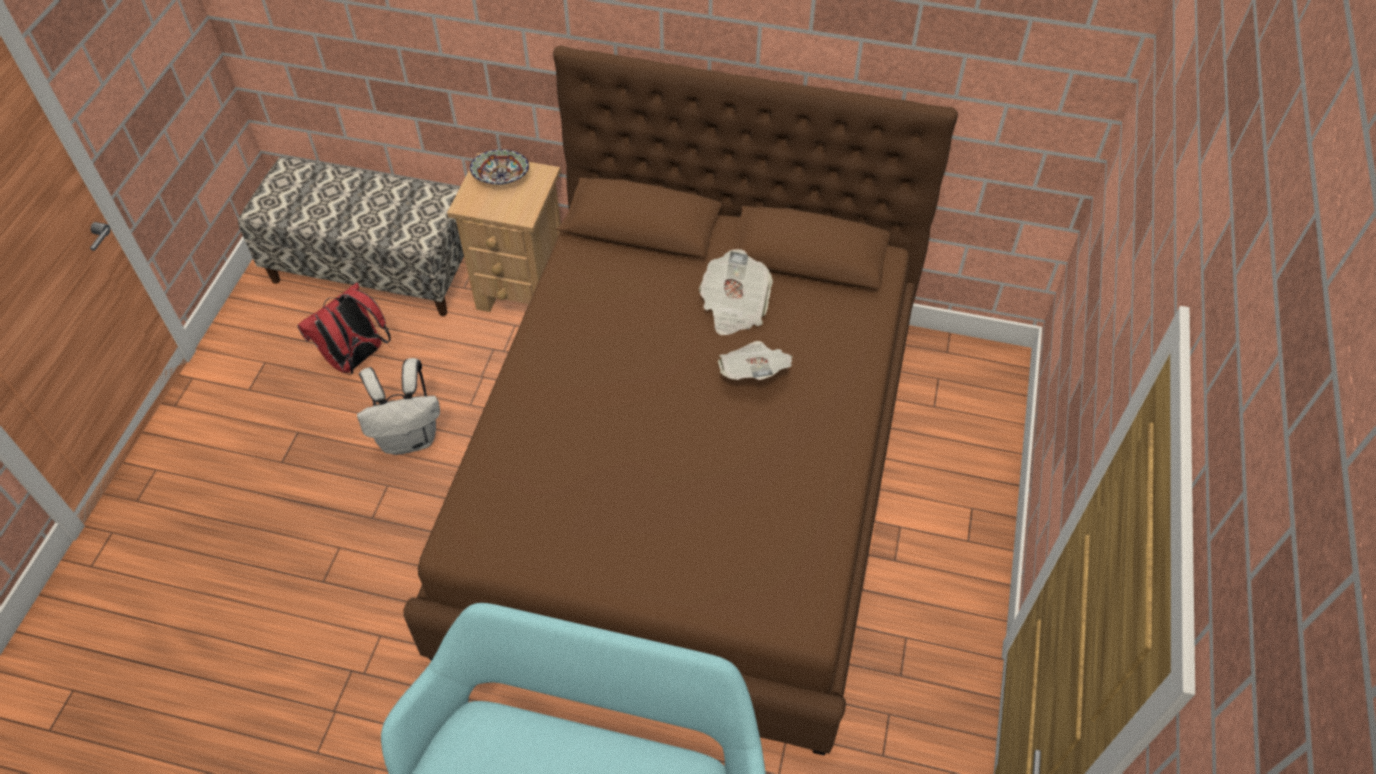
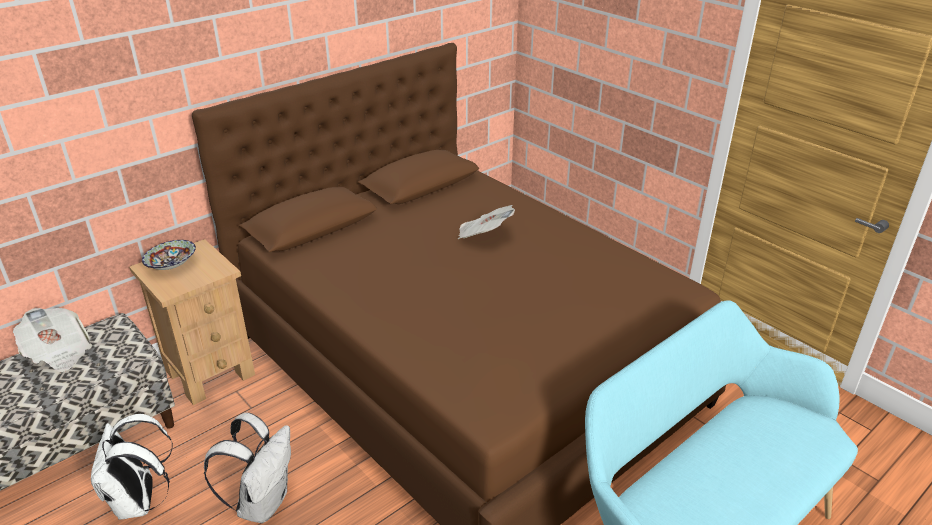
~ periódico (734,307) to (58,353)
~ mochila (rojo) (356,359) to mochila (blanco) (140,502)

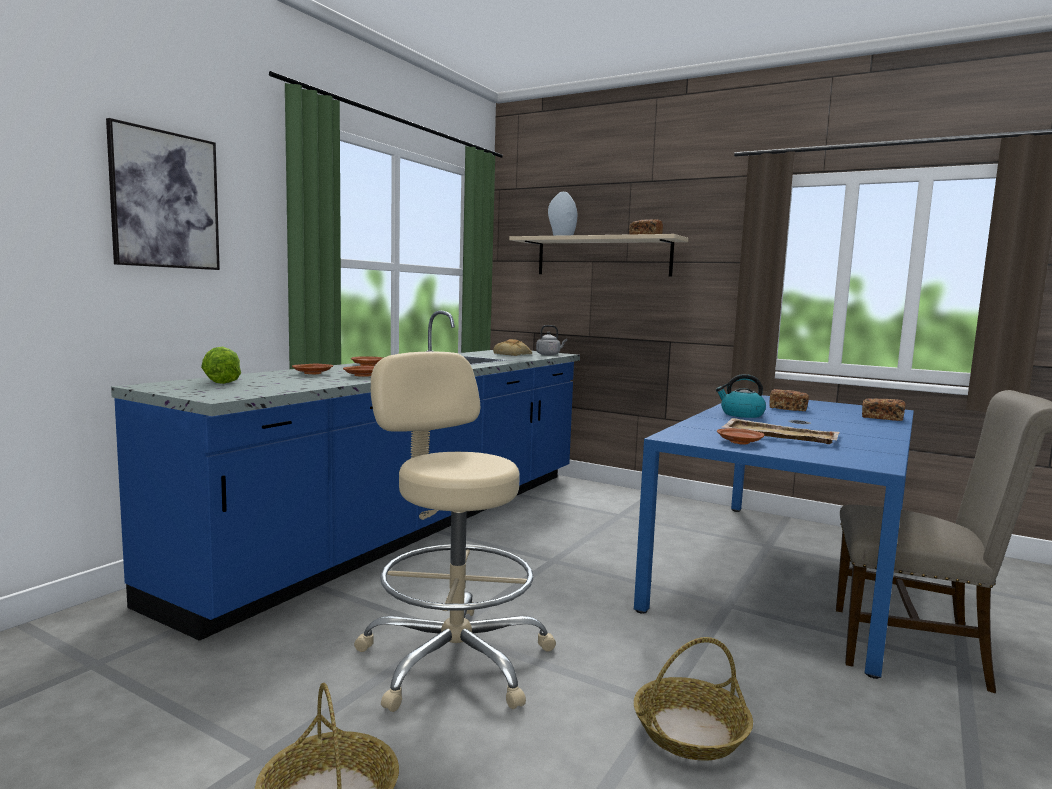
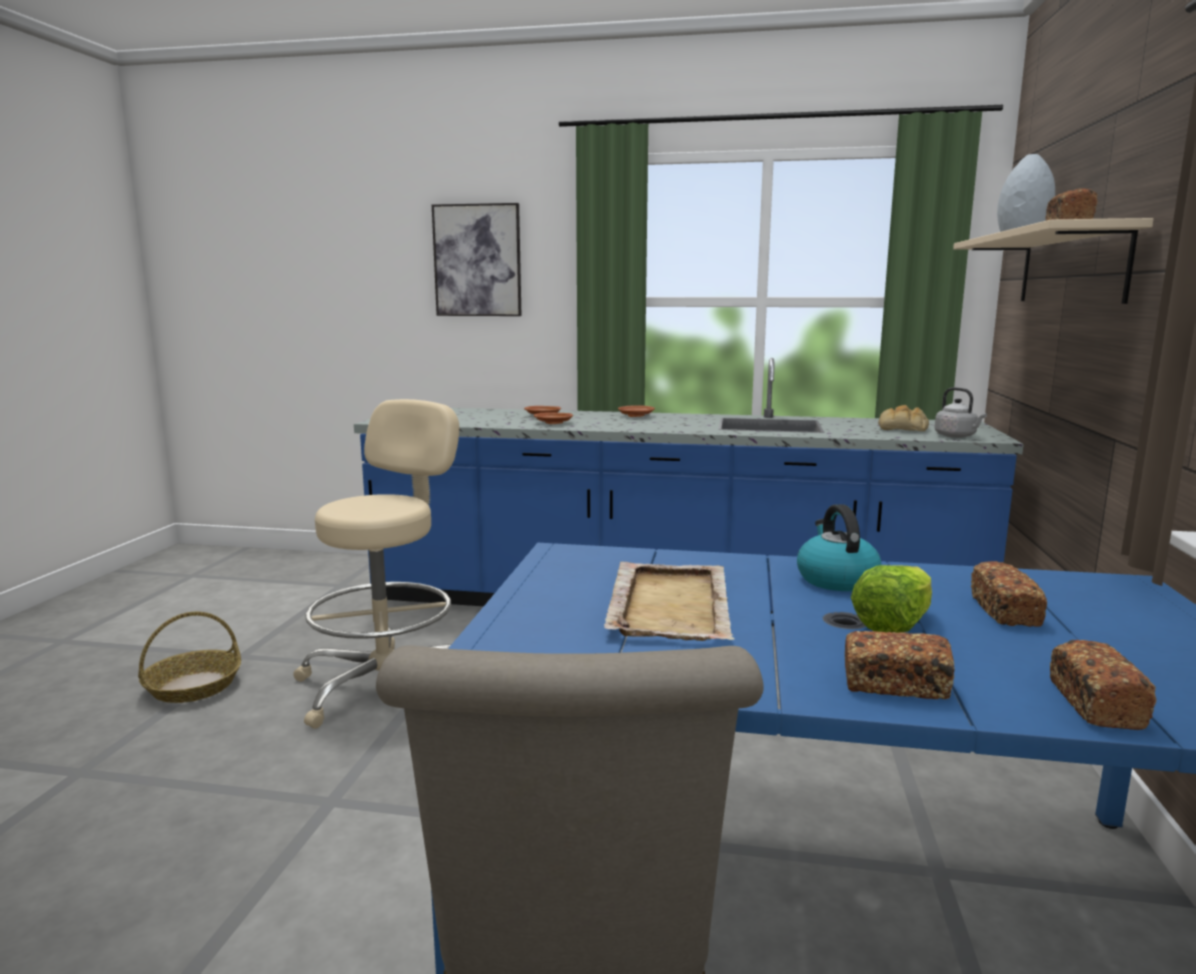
- cesta (690,732)
- plato (marrón) (739,442)
+ pan (894,685)
~ lechuga (222,382) to (893,624)

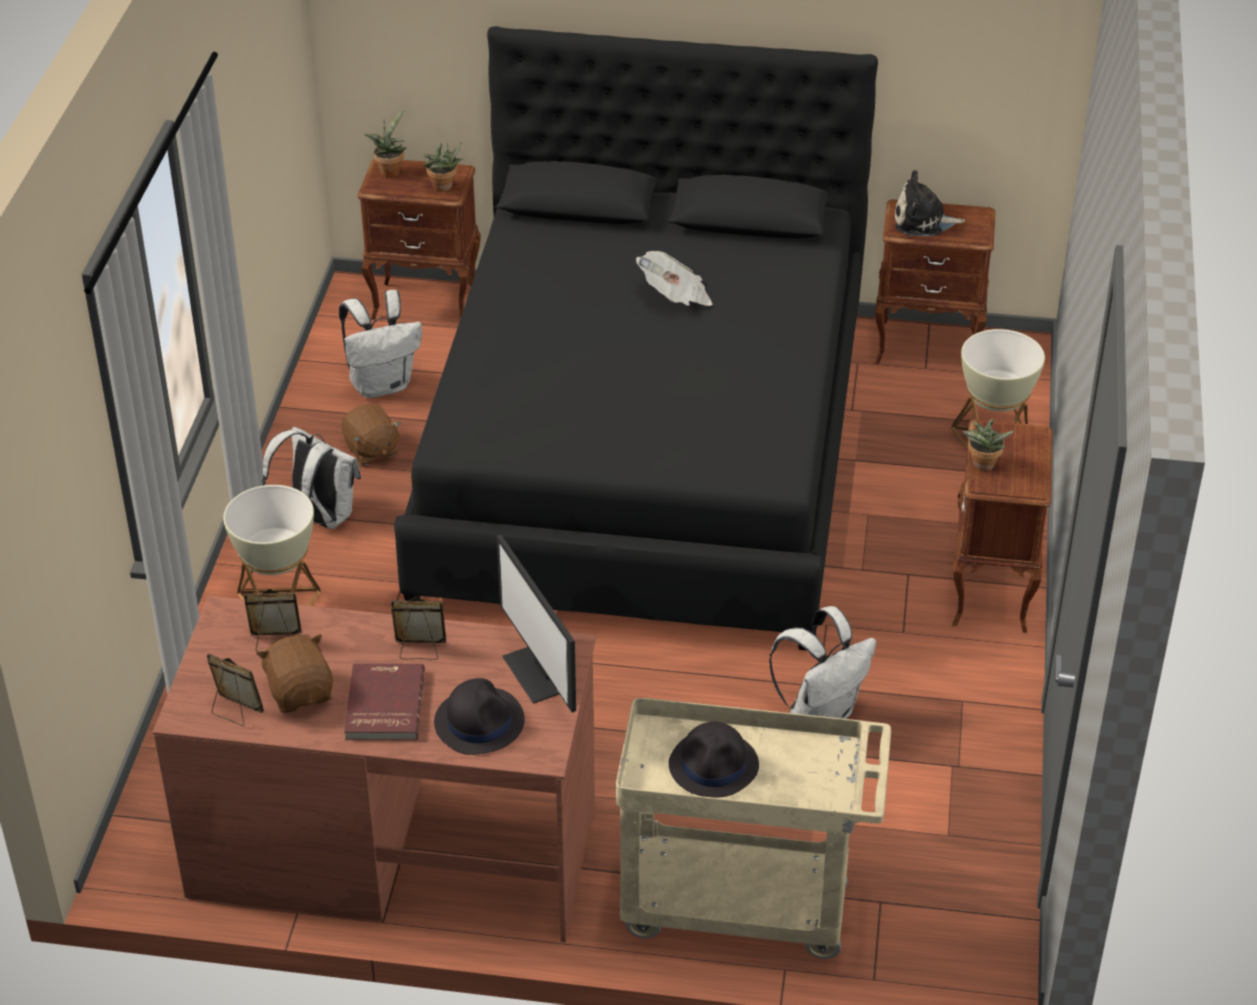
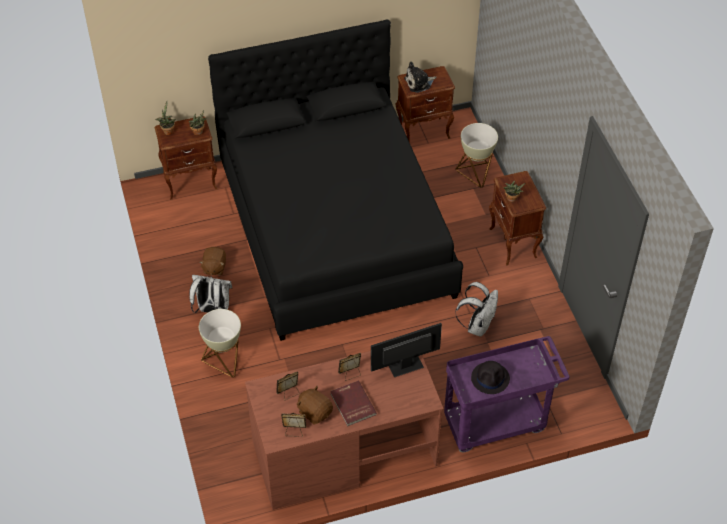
- mochila (blanco) (382,384)
- sombrero (negro) (479,721)
- periódico (675,297)
~ carrito (beis) (746,914) to carrito (morado) (499,425)
~ peluche (marrón) (371,450) = (214,267) 60 degrees clockwise
~ monitor (539,673) = (405,365) 120 degrees clockwise

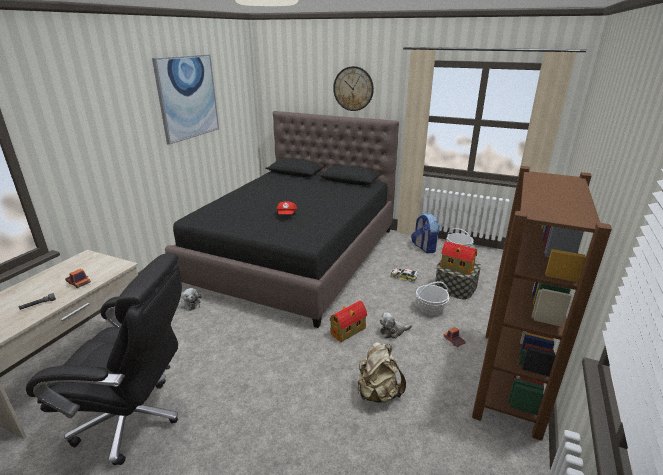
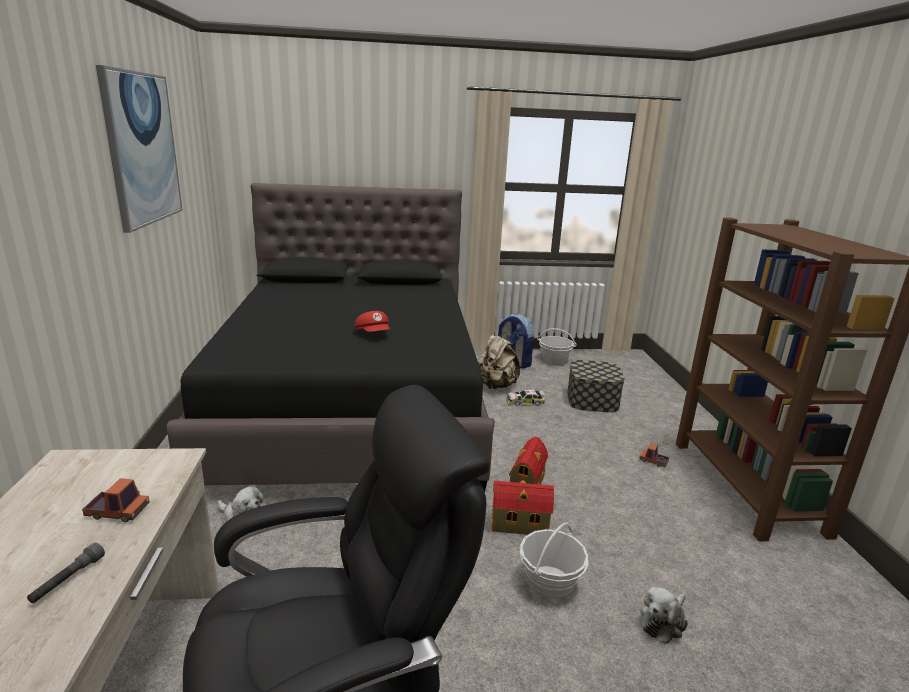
- reloj de pared (353,89)
~ mochila (beis) (378,393) to (496,386)
~ peluche (393,332) to (663,622)
~ cesta (430,309) to (549,582)
~ casita (456,267) to (518,525)

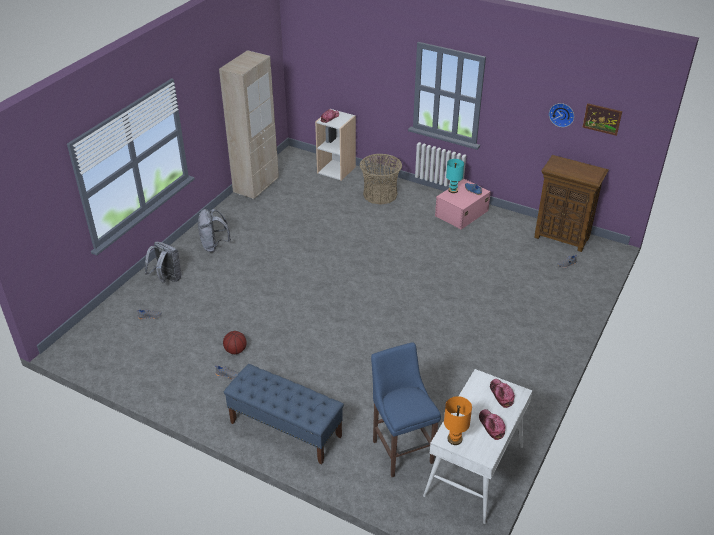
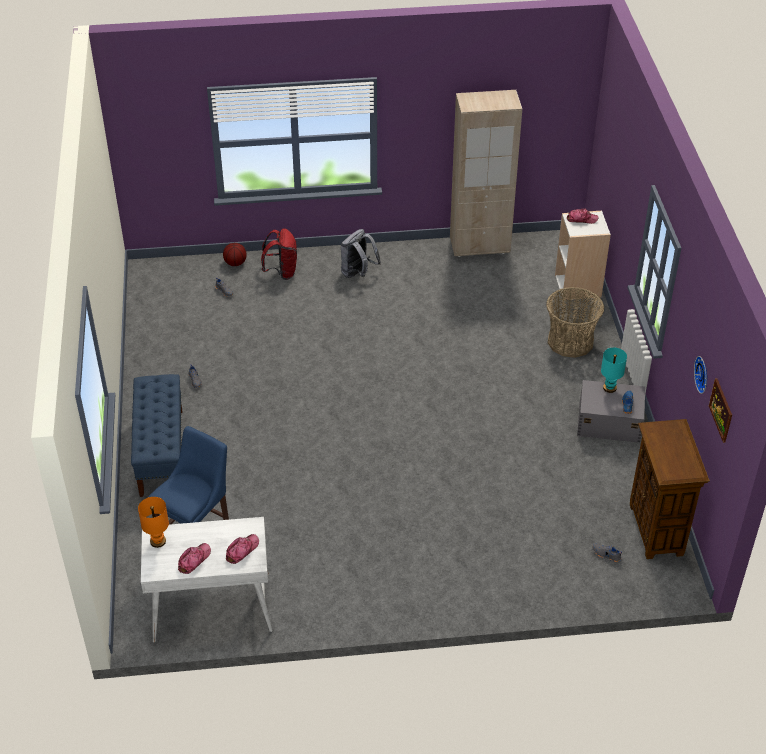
~ balón de baloncesto (235,350) to (235,263)
~ mochila (gris) (167,279) to mochila (rojo) (282,272)
~ caja de almacenaje (rosa) (461,213) to caja de almacenaje (gris) (608,422)

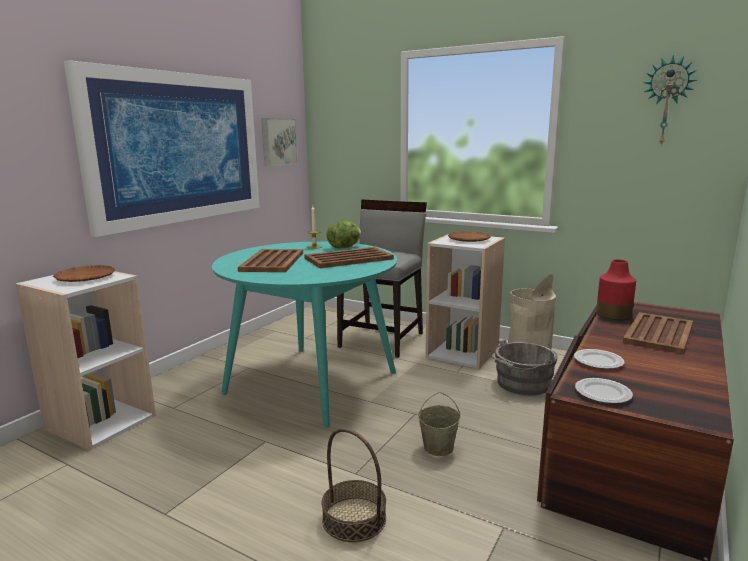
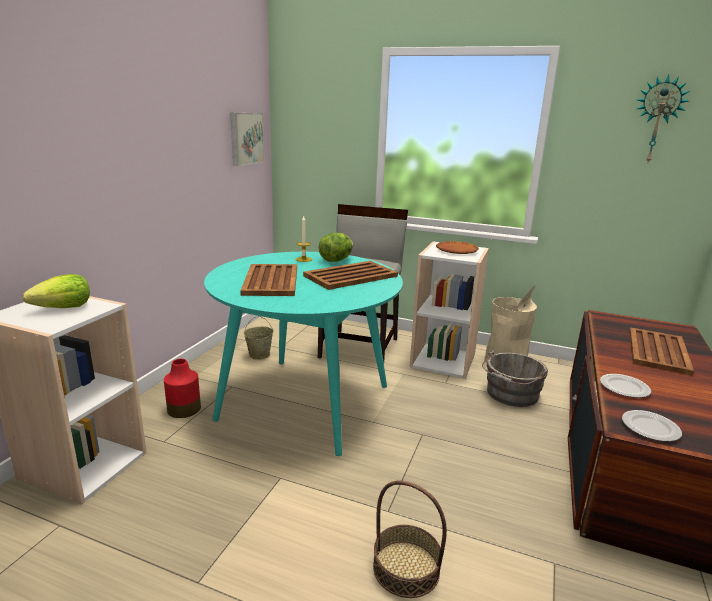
- cuadro (177,148)
~ cubo (beis) (438,447) to (259,354)
~ florero (rojo) (614,314) to (184,408)
~ plato (marrón) (85,277) to lechuga (64,308)

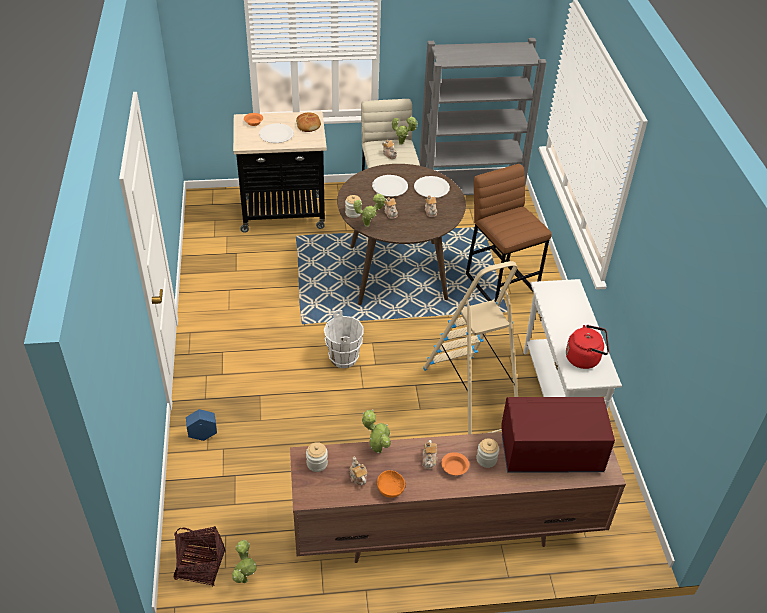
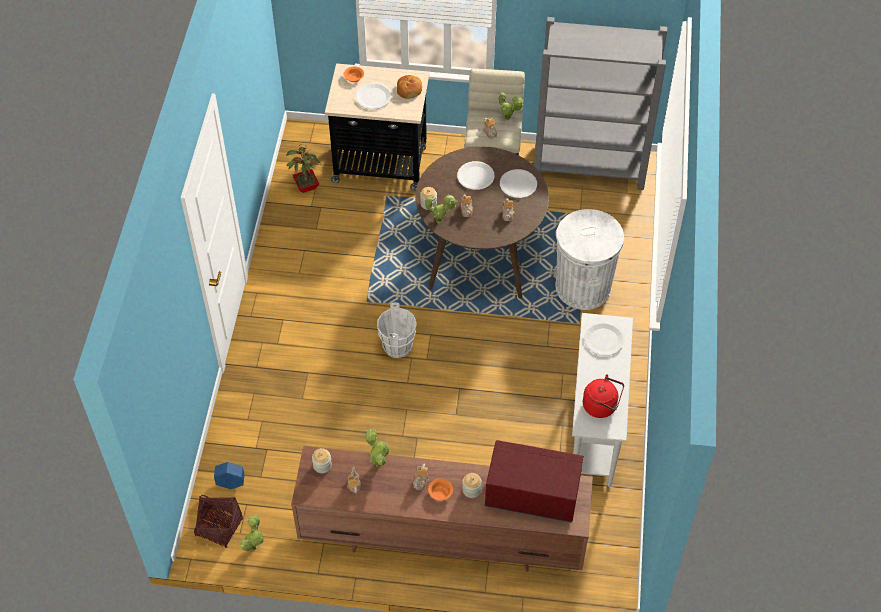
- cuenco (naranja) (391,489)
- escalera de tijera (beis) (470,401)
+ planta en maceta (305,187)
+ plato (blanco) (604,340)
~ maceta (azul) (203,435) to (231,483)
~ taburete (marrón) (500,283) to papelera (blanco) (583,287)

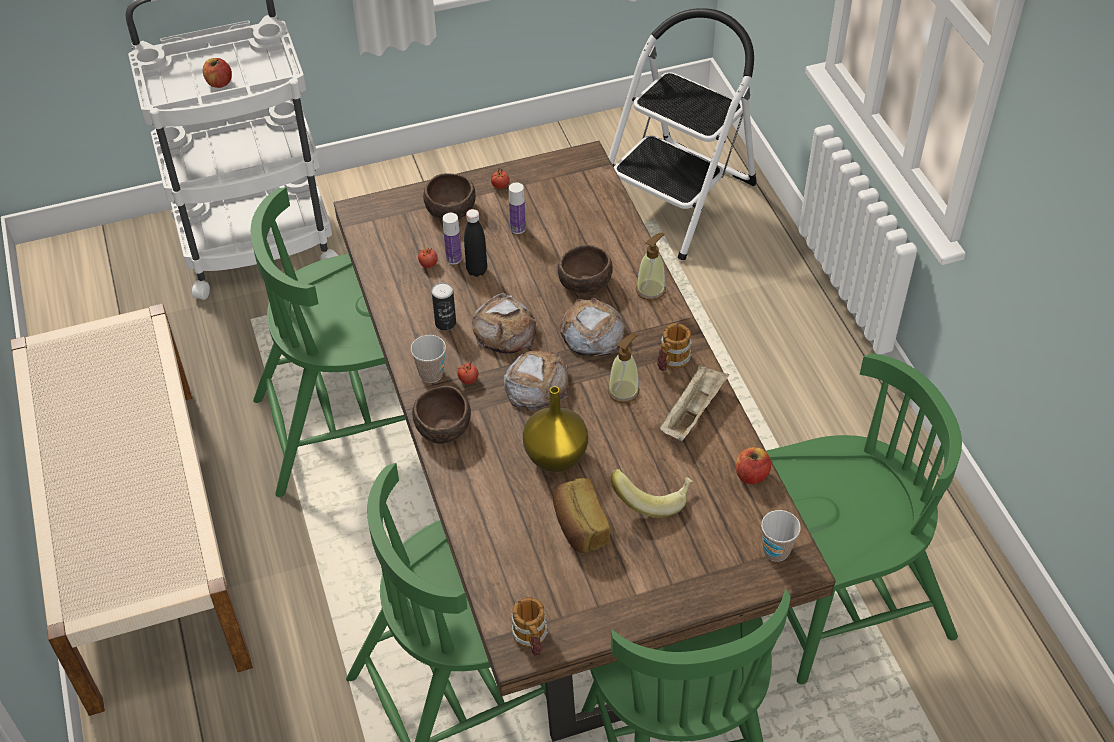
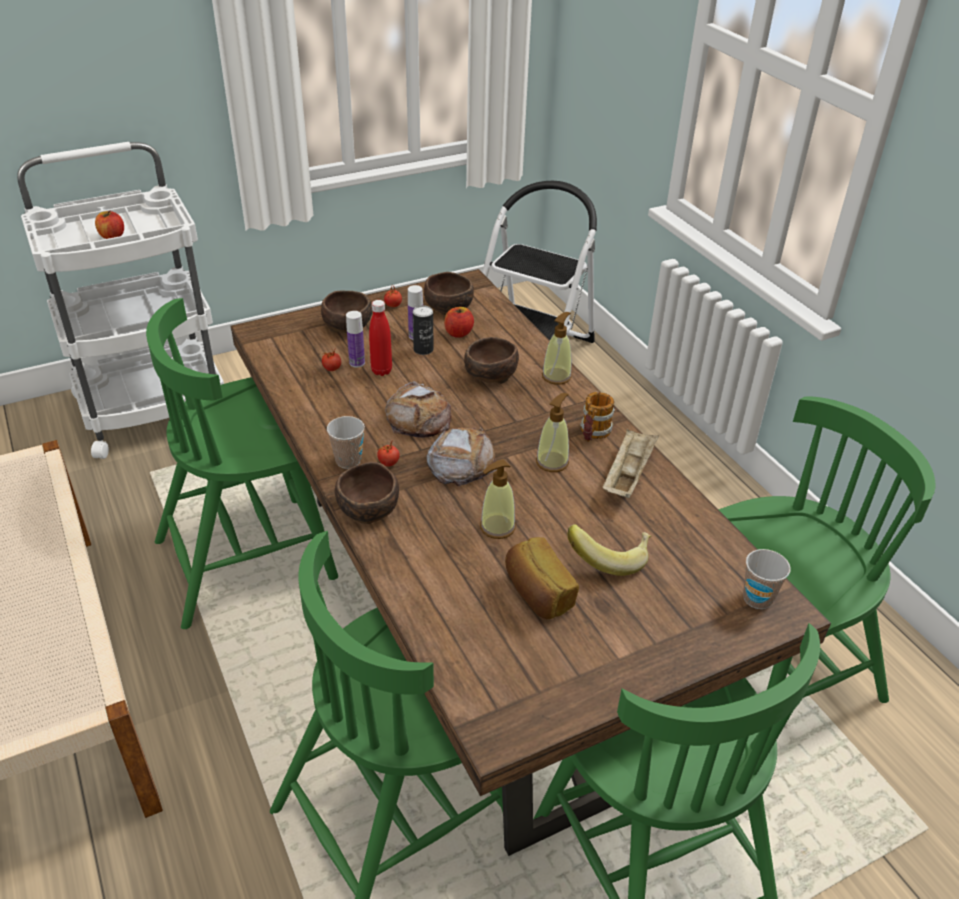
- taza grande (531,639)
- pan (591,333)
+ cuenco (marrón) (450,306)
~ lata (445,323) to (423,349)
~ manzana (751,475) to (458,333)
~ florero (amarillo) (557,457) to dispensador de jabón (497,527)
~ botella (negro) (476,270) to botella (rojo) (381,371)

